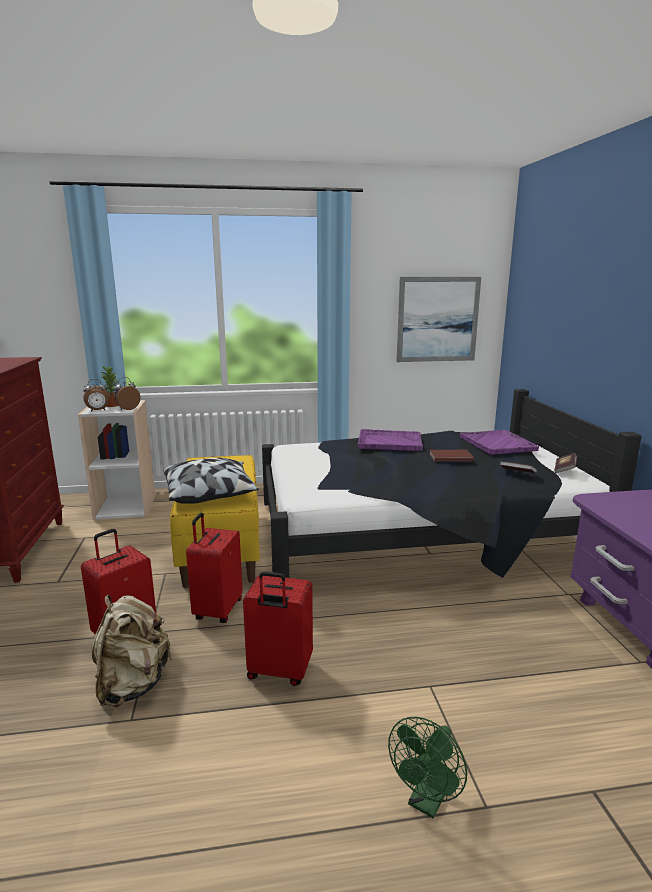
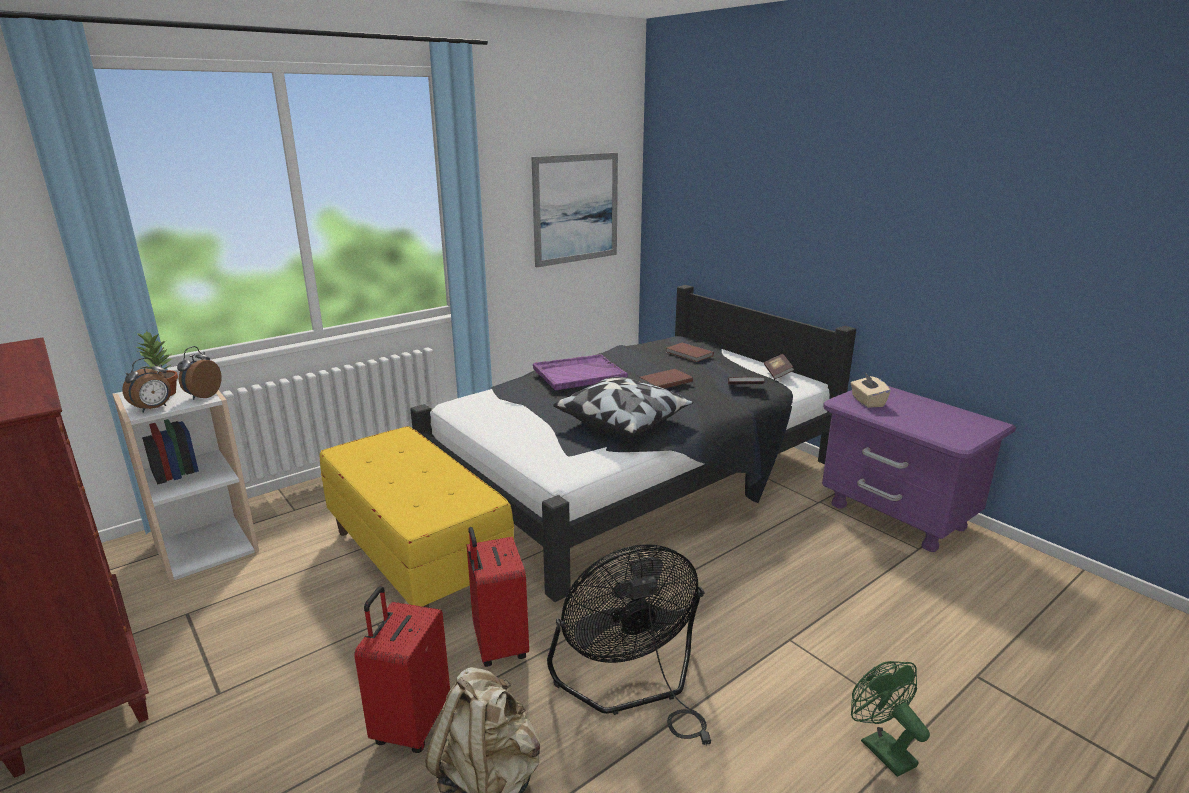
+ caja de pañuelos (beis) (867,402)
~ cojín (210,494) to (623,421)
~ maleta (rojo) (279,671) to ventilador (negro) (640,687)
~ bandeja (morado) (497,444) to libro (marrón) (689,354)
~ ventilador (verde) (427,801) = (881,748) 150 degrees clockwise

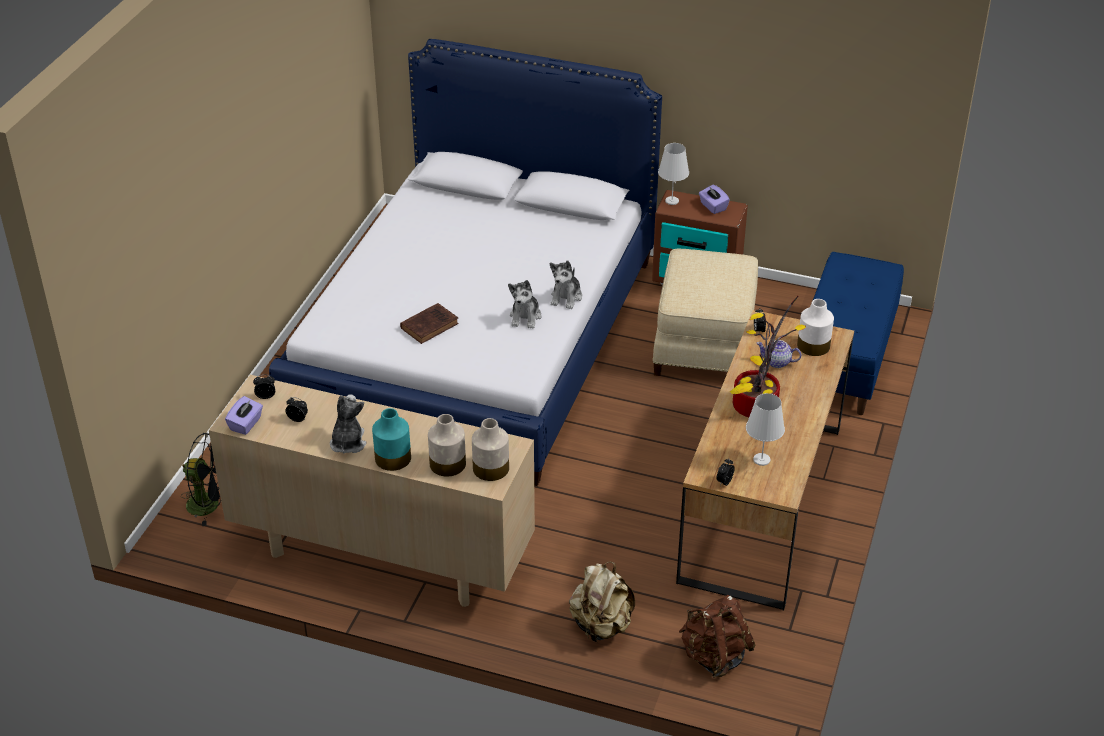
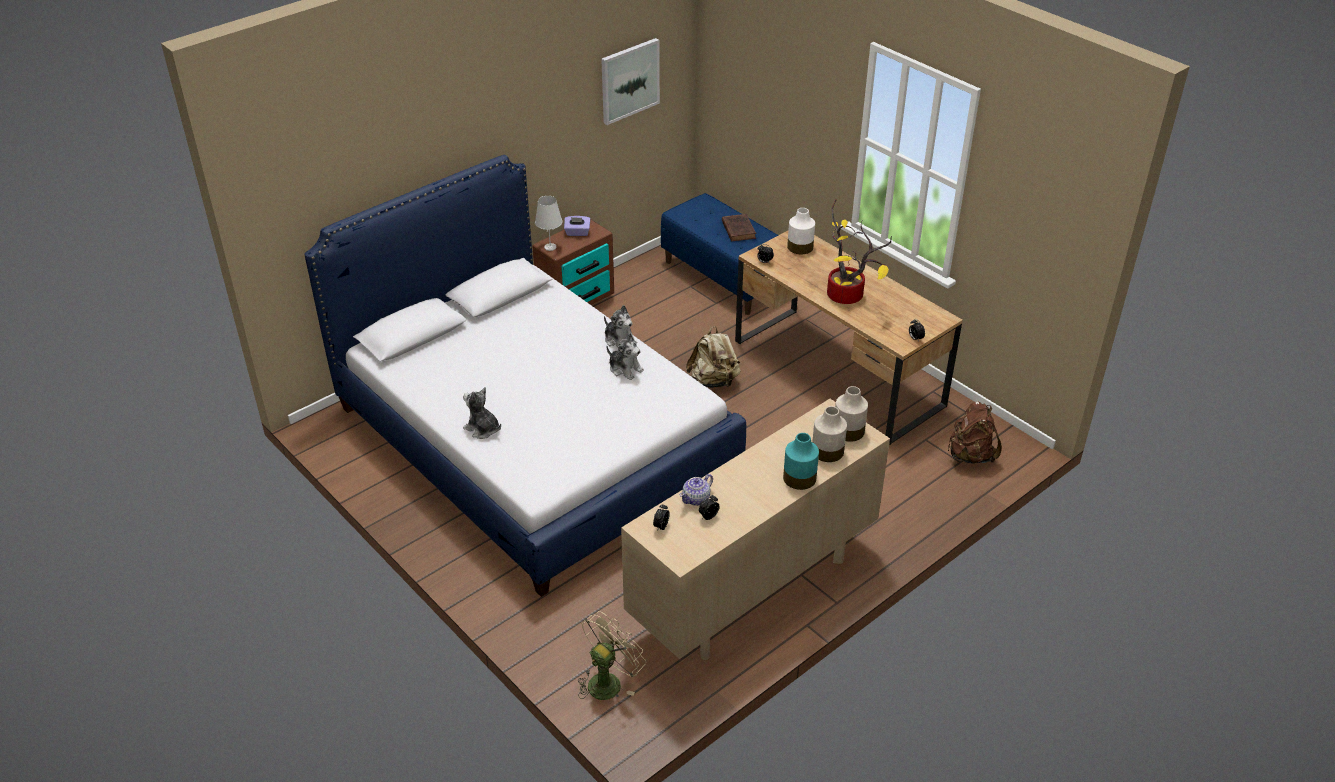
- caja de pañuelos (morado) (246,424)
- puf (beis) (704,346)
- lámpara de mesa (blanco) (762,459)
+ cuadro (629,80)
~ peluche (348,443) to (482,429)
~ libro (marrón) (430,325) to (738,229)
~ mochila (beis) (601,626) to (713,381)
~ tetera (777,362) to (696,499)
~ ventilador (negro) (210,505) to ventilador (beis) (608,681)

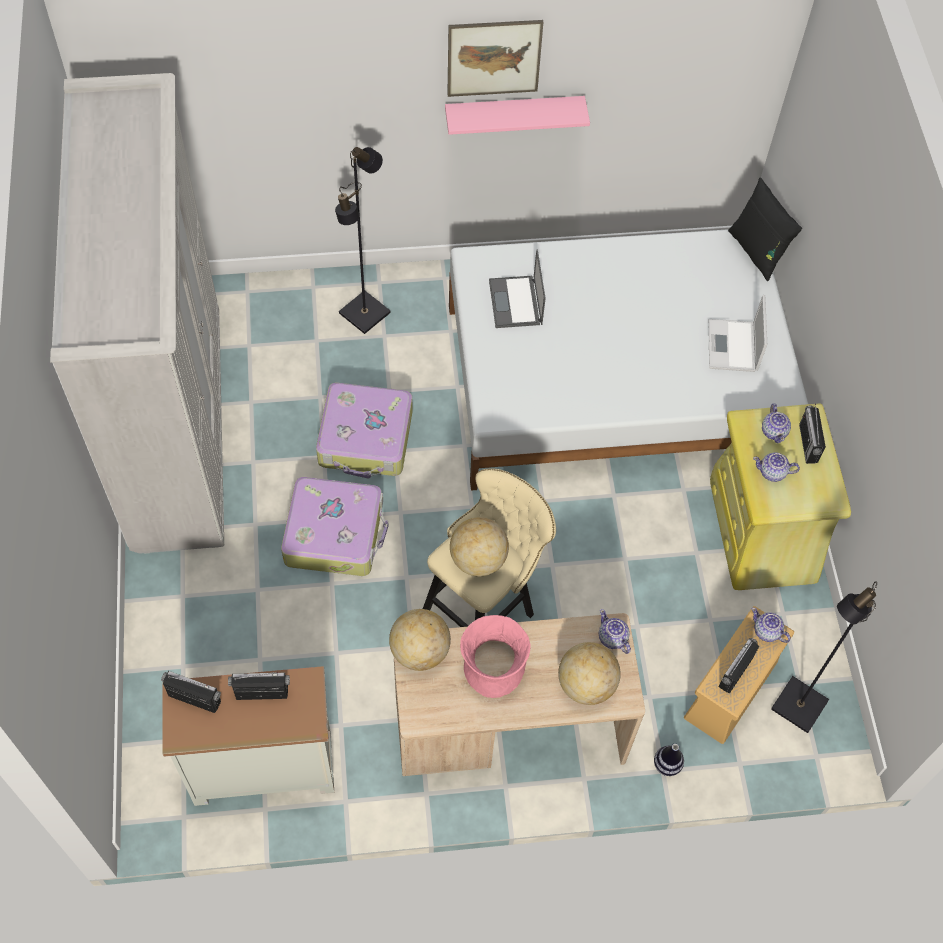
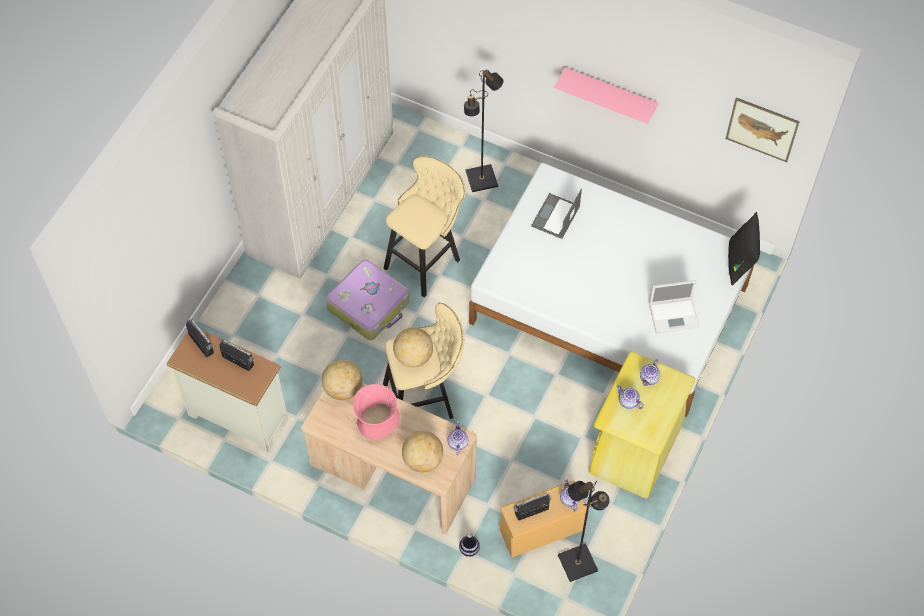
- radio (808,443)
~ cuadro (494,58) to (762,129)
~ maleta (366,438) to taburete (beis) (427,258)
~ portátil (733,347) = (674,315) 135 degrees counterclockwise

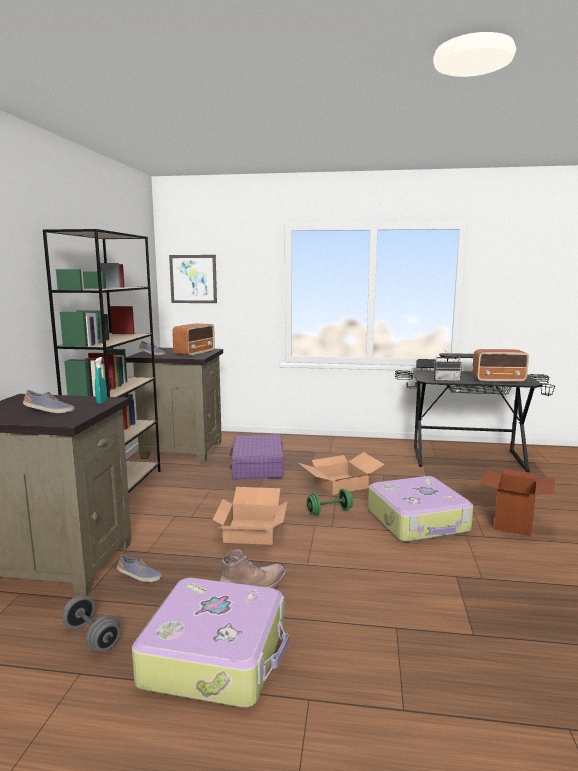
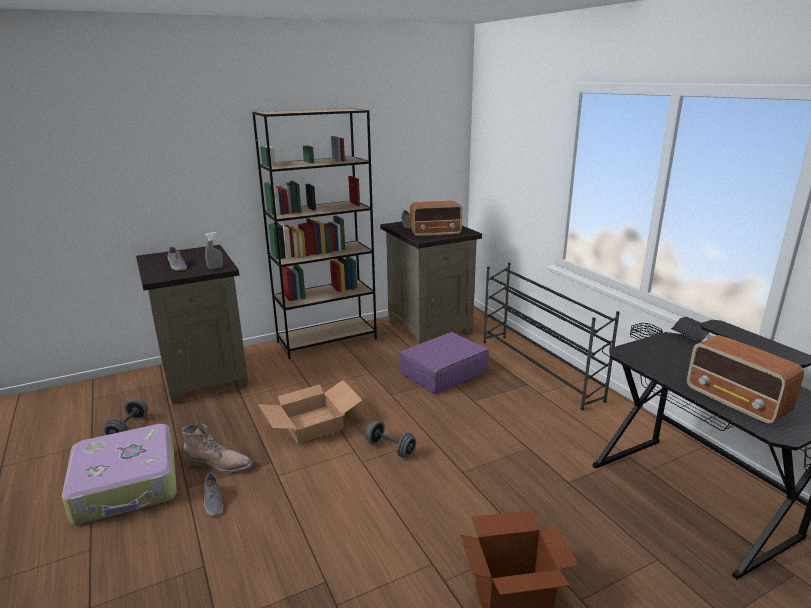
- cuadro (193,279)
- caja de cartón (340,483)
- maleta (418,521)
- radio (446,380)
+ zapatero (negro) (538,369)
~ zapato (139,576) to (213,501)
~ pulverizador (turquesa) (101,402) to pulverizador (gris) (215,268)
~ mancuerna (verde) (329,512) to mancuerna (gris) (390,449)

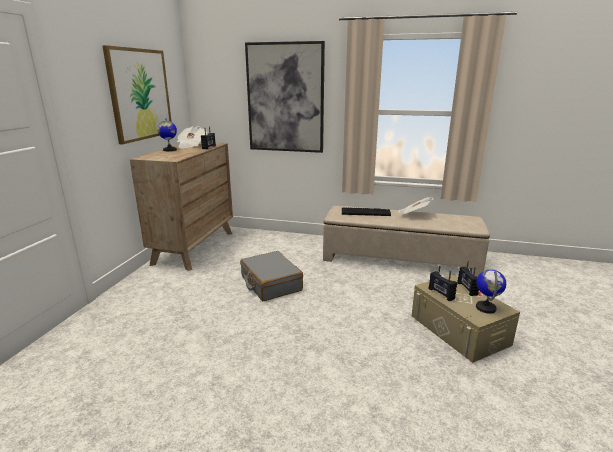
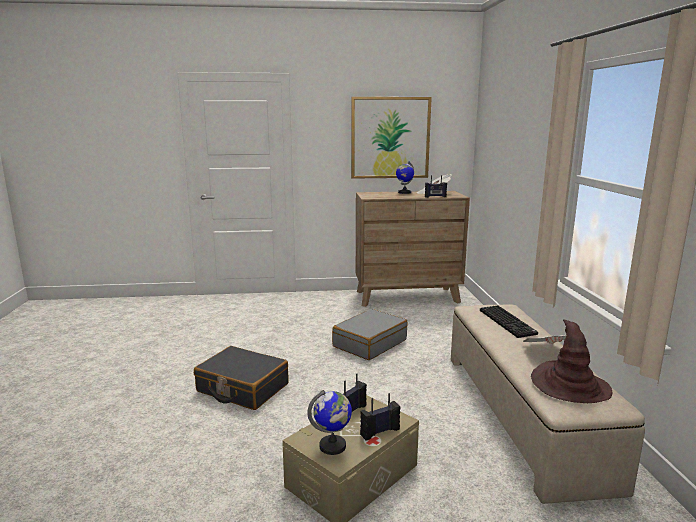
- cuadro (285,98)
+ maleta (negro) (242,388)
+ sombrero (marrón) (569,385)

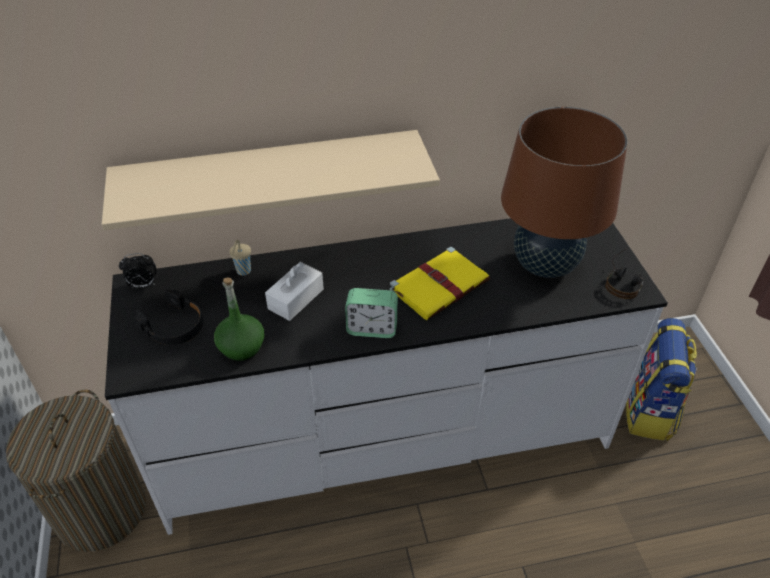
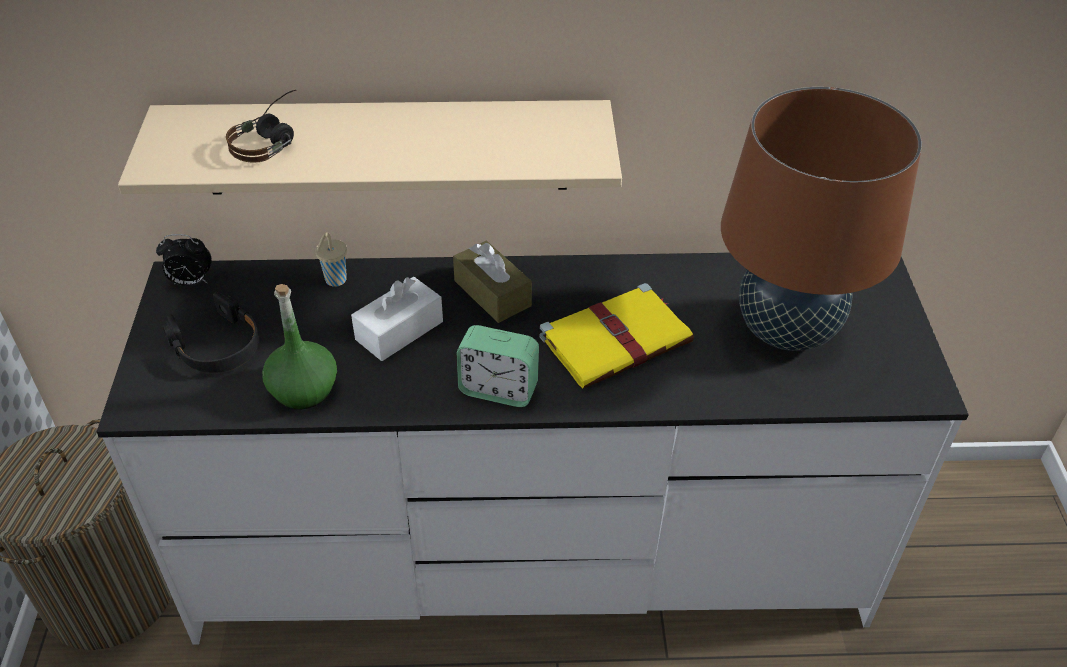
- mochila (650,411)
+ caja de pañuelos (marrón) (492,293)
~ auriculares (624,281) to (272,140)

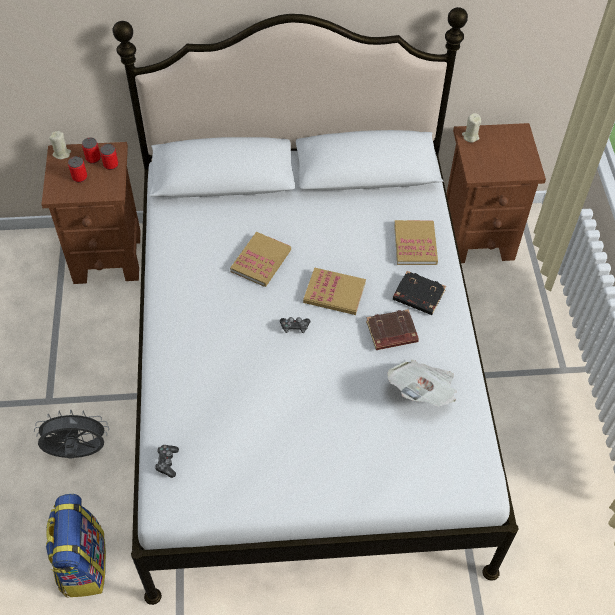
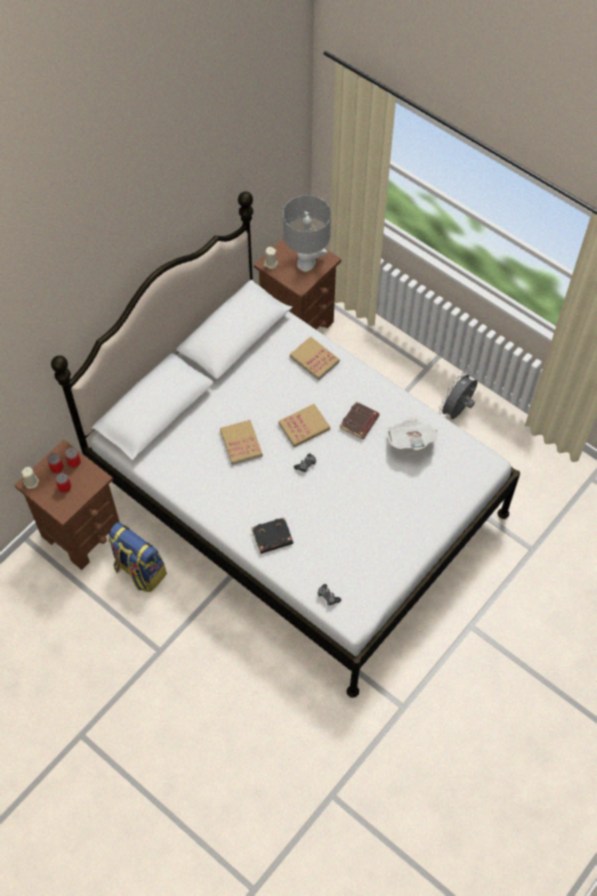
+ lámpara de mesa (gris) (306,264)
~ ventilador (gris) (78,453) to (457,411)
~ mochila (82,563) to (139,571)
~ libro (negro) (417,296) to (272,538)

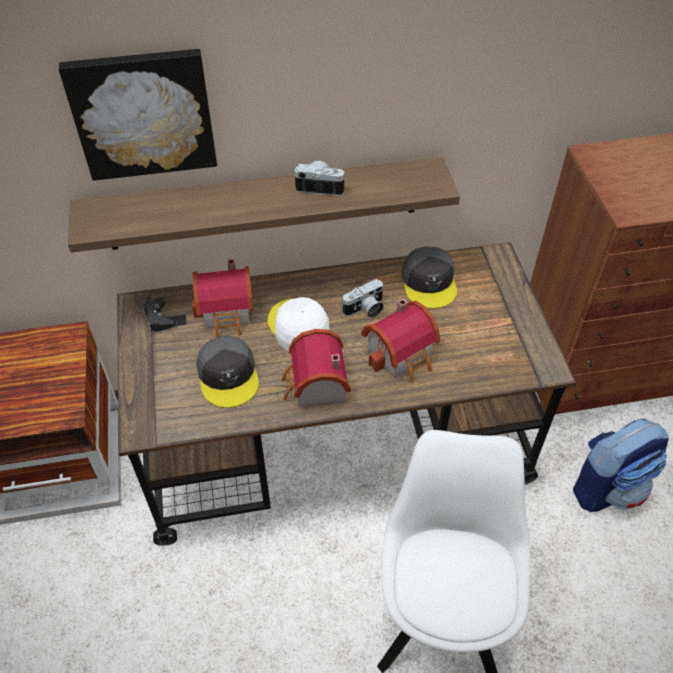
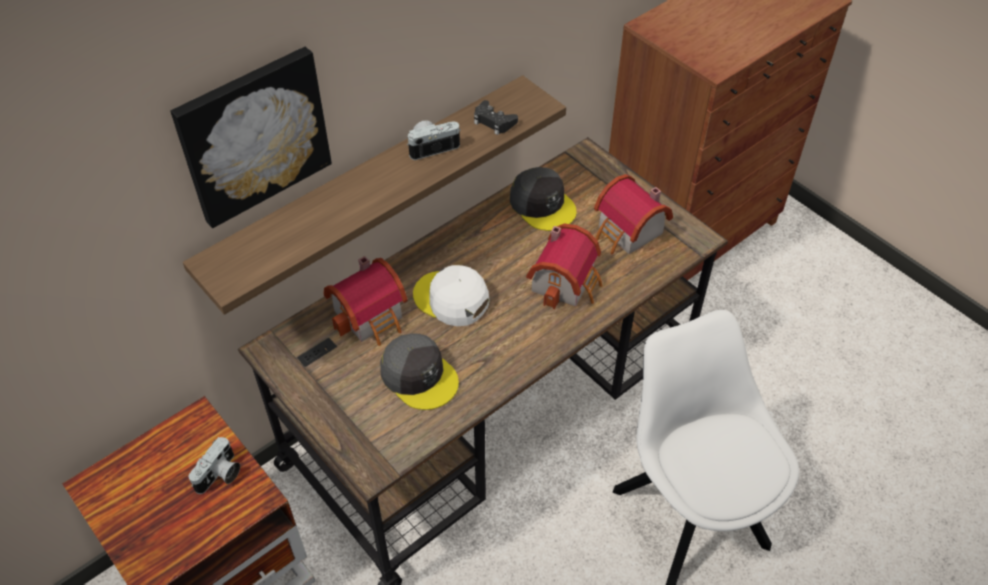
- mochila (607,487)
~ mando de consola (negro) (158,318) to (493,121)
~ casita (315,387) to (628,233)
~ cámara (365,309) to (220,475)

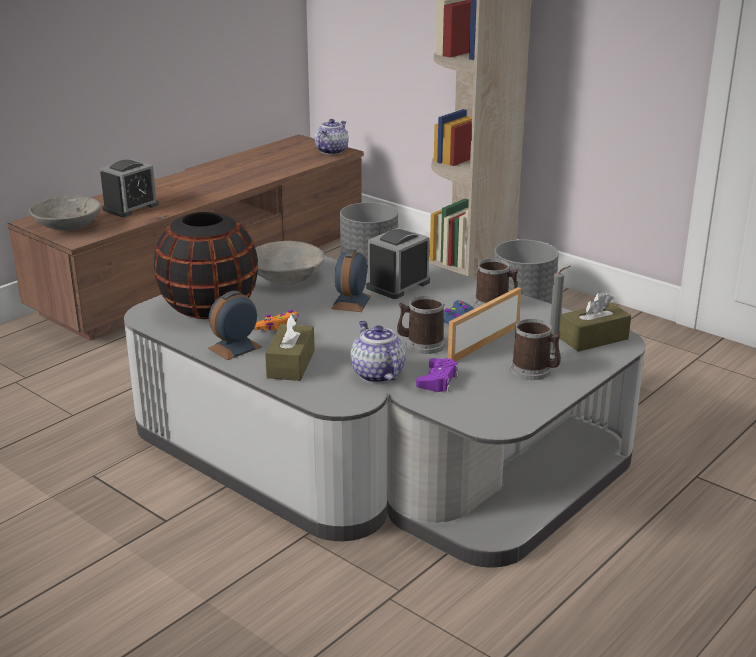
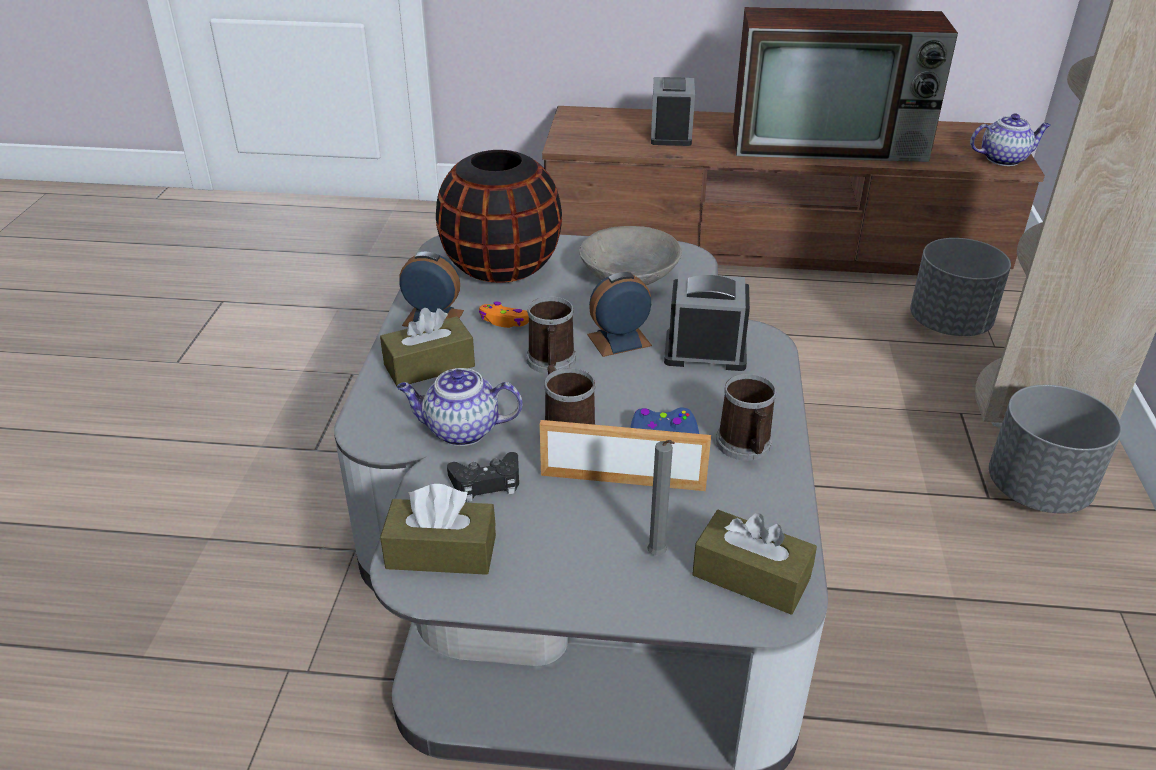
- cuenco (gris) (68,226)
+ caja de pañuelos (marrón) (441,552)
+ televisor (831,145)
~ taza grande (535,371) to (551,363)
~ mando de consola (morado) (438,380) to mando de consola (negro) (486,483)
~ despertador (130,207) = (671,134) 90 degrees clockwise
~ tetera (377,374) = (460,431) 120 degrees counterclockwise

